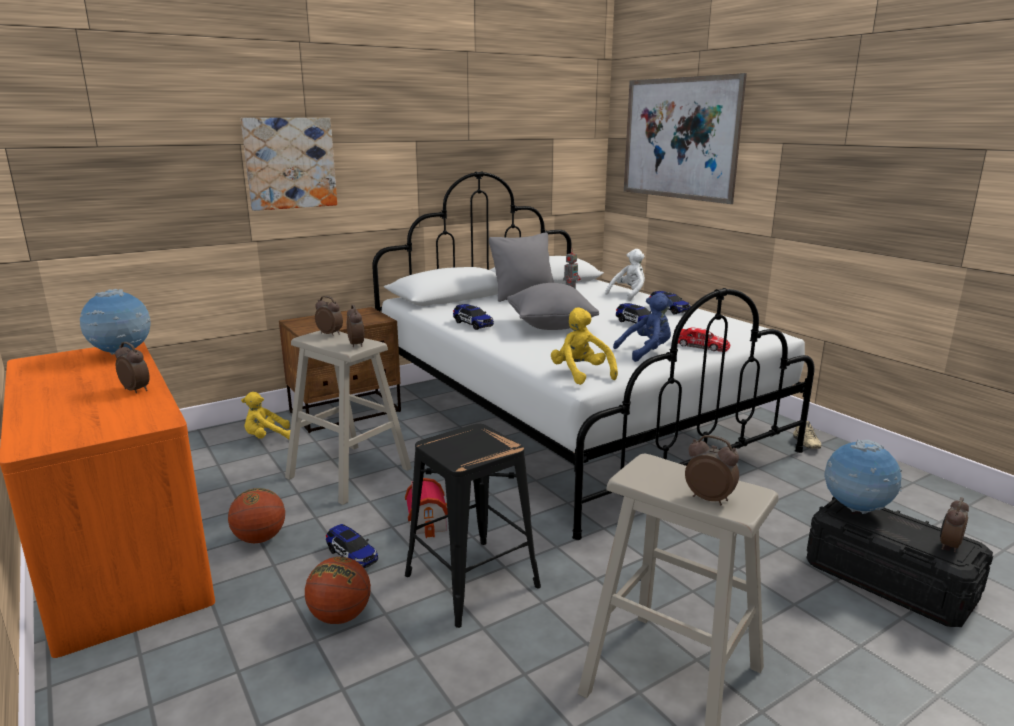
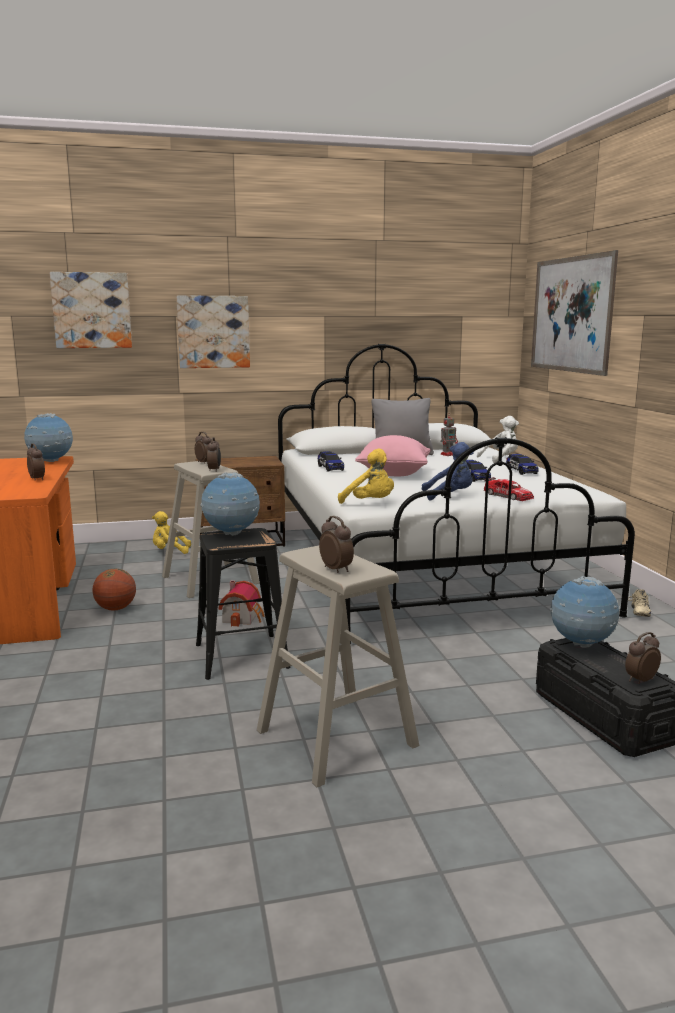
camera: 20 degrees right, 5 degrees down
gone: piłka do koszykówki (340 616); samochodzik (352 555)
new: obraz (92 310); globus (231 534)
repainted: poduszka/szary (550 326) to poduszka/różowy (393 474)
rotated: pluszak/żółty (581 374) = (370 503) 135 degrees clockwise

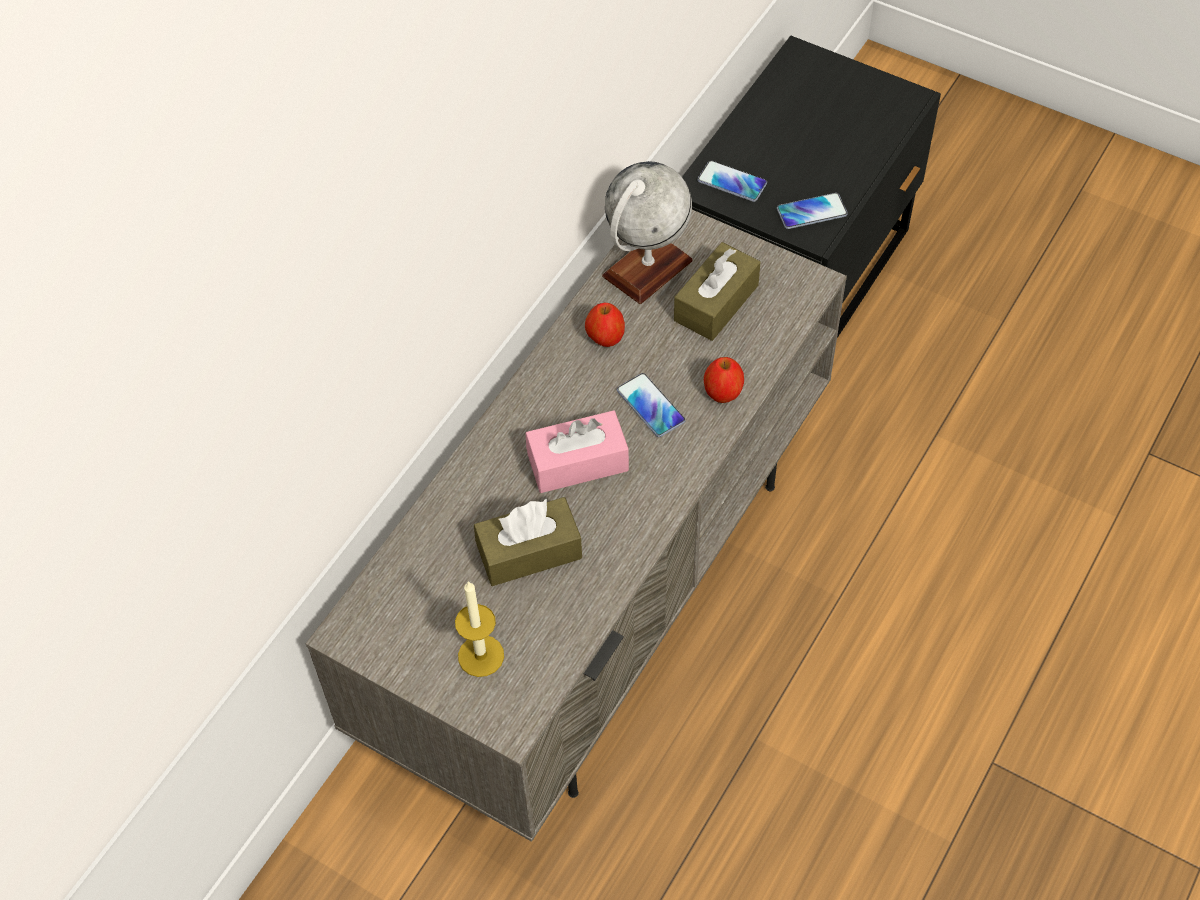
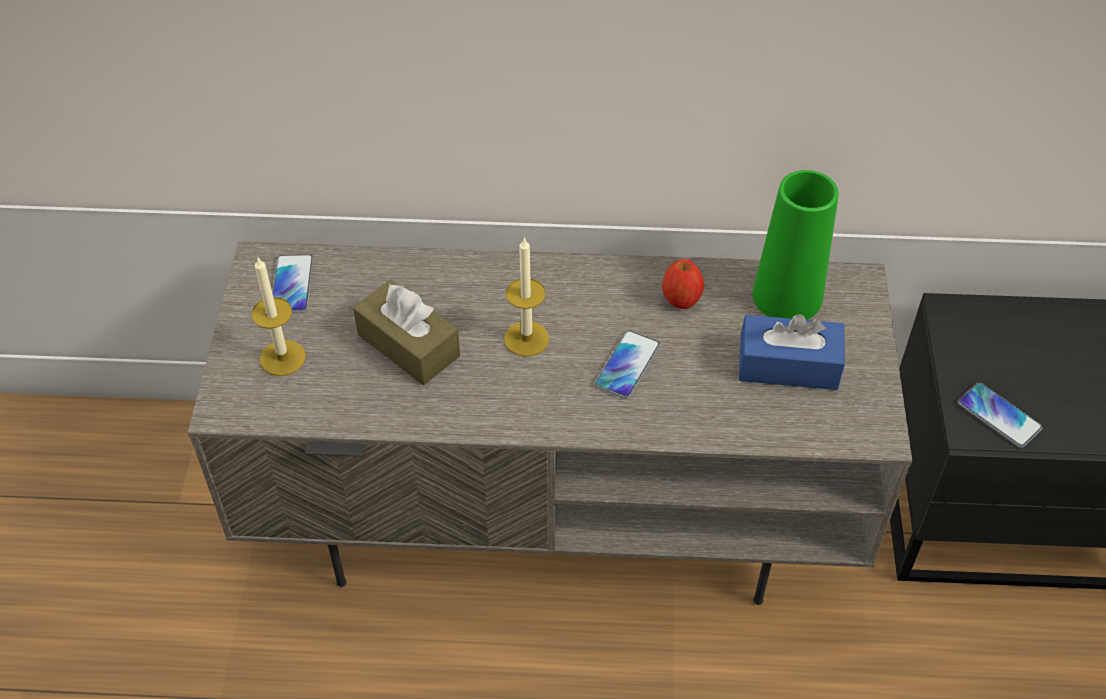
camera: 60 degrees right, 5 degrees down
gone: jabłko (723 393)
shifted: telefon (732 182) to (292 285)
swapped: pudełko chusteczek/różowy (578 462) to świeca (526 338); globus (647 268) to wazon/zielony (787 296)
repainted: pudełko chusteczek/brązowy (716 303) to pudełko chusteczek/niebieski (788 365)

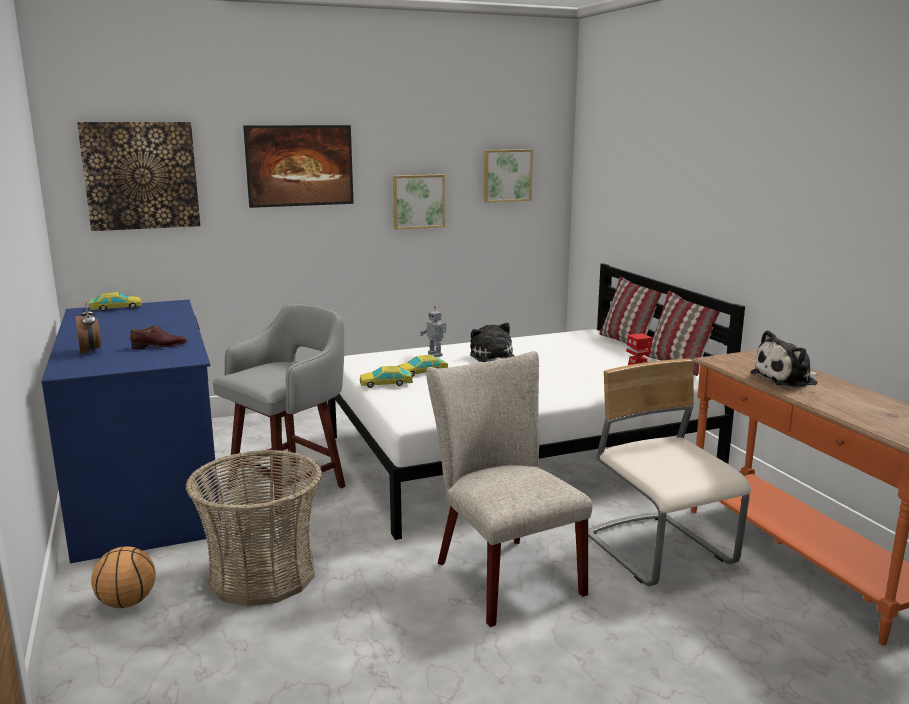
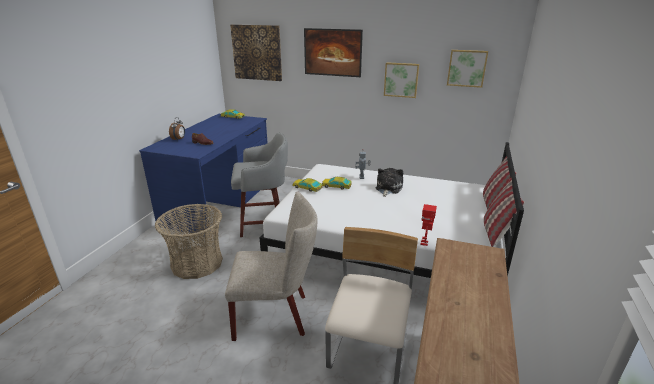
camera: 40 degrees right, 10 degrees up
gone: piłka do koszykówki (126 602); pluszak (787 379)
rotated: krzesło/beżowy (501 574) = (276 315) 75 degrees clockwise

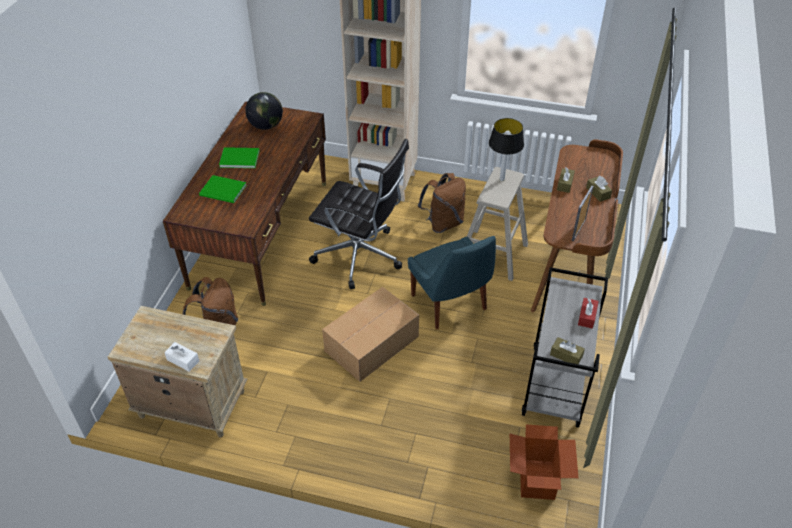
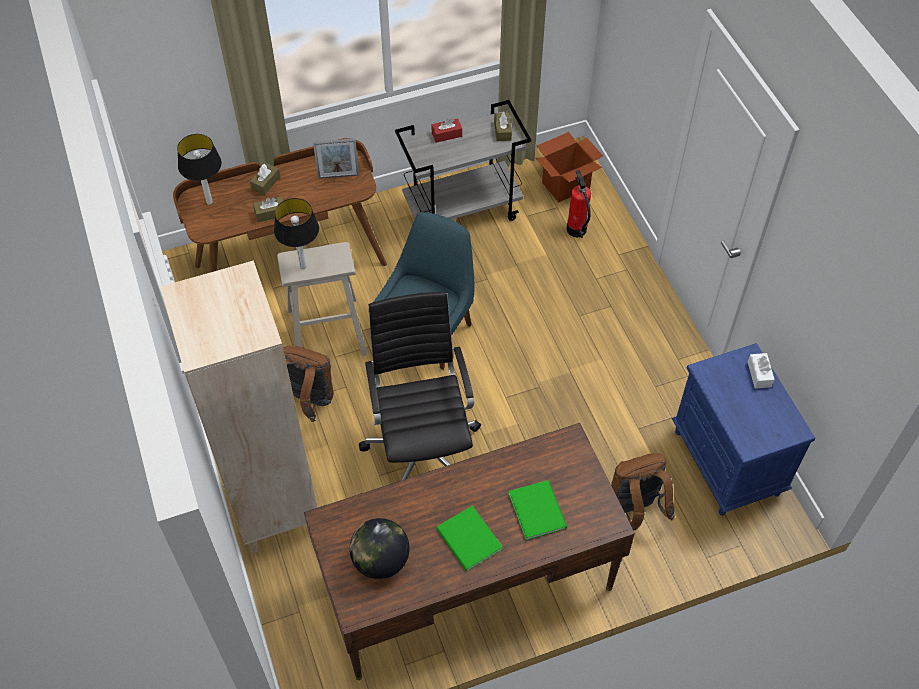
camera: 125 degrees left, 10 degrees up
gone: karton (370 344)
new: lampa stołowa (209 202); gaśnica (576 229)
repainted: szafka nocna/beżowy (191 404) to szafka nocna/niebieski (727 463)

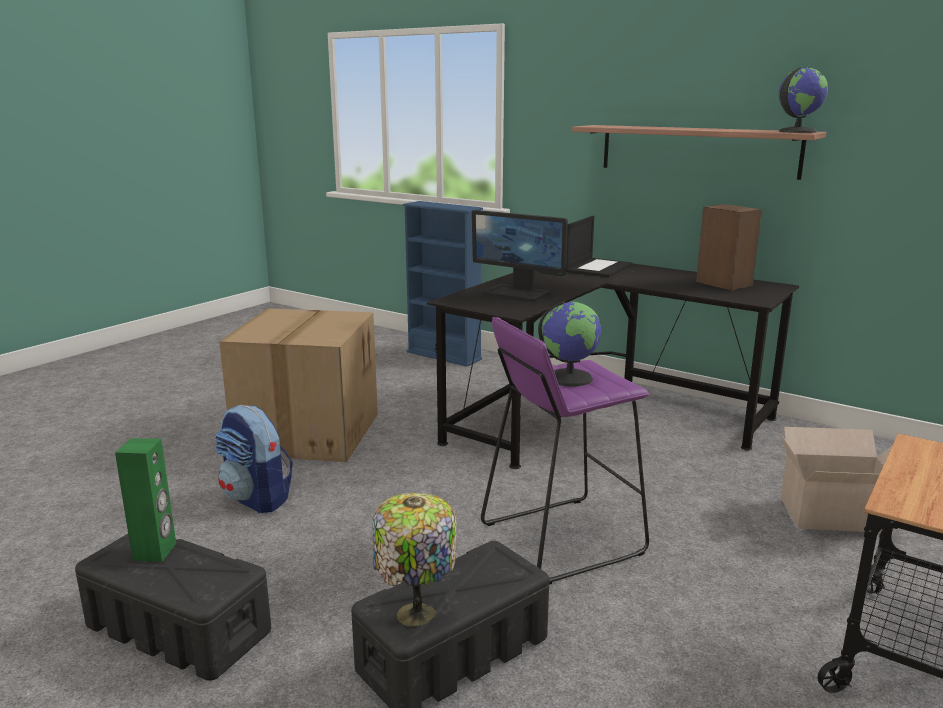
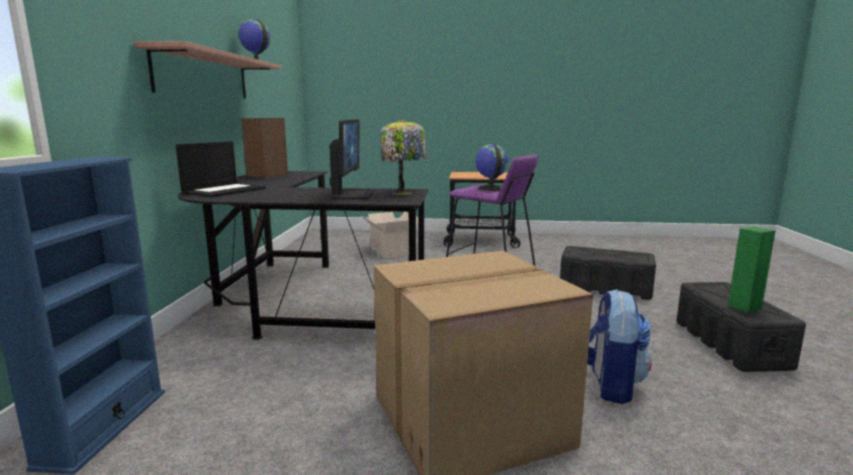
camera: 120 degrees left, 5 degrees down
shifted: lampa stołowa (415 616) to (403 193)
rotated: laptop (598 268) = (224 190) 120 degrees clockwise

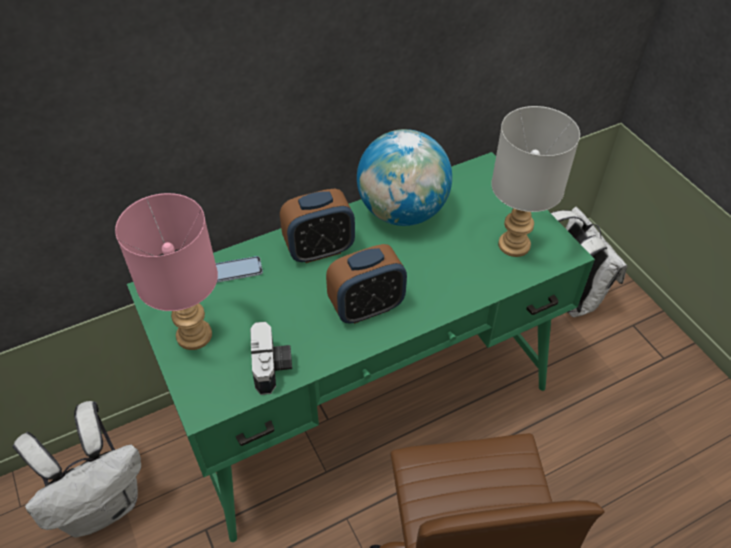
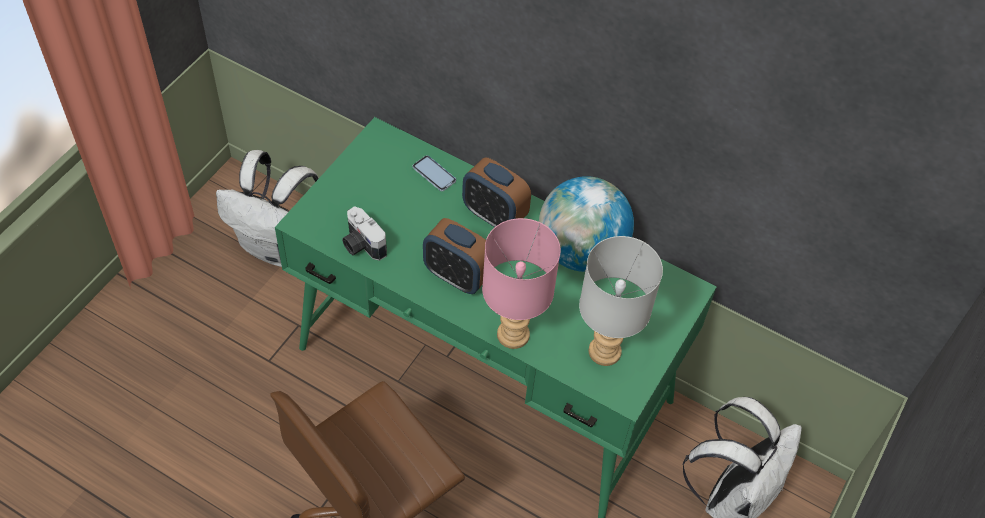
camera: 55 degrees right, 5 degrees up
shifted: lampa stołowa/różowy (194 336) to (512 335)
rotated: aparat fotograficzny (273 367) = (361 245) 90 degrees clockwise

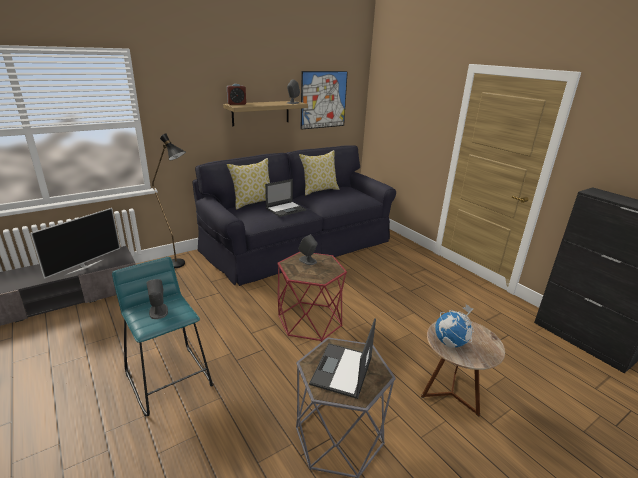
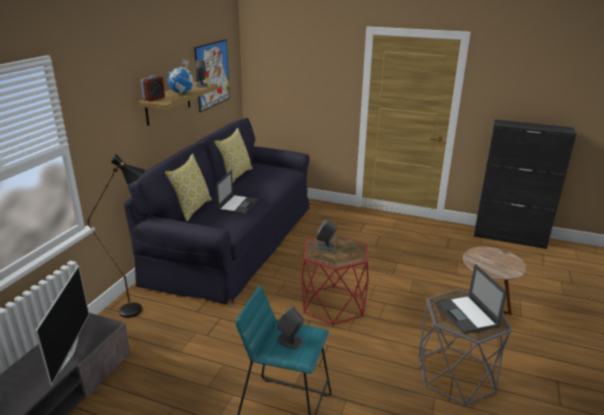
camera: 35 degrees left, 0 degrees up
shifted: globus (451 343) to (182 93)

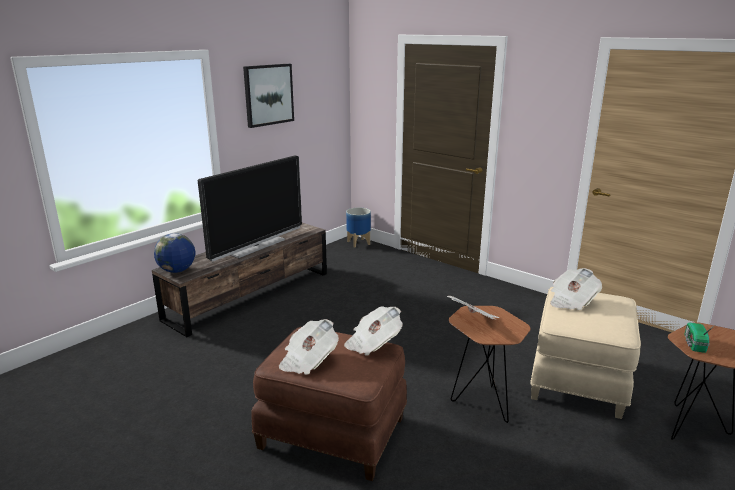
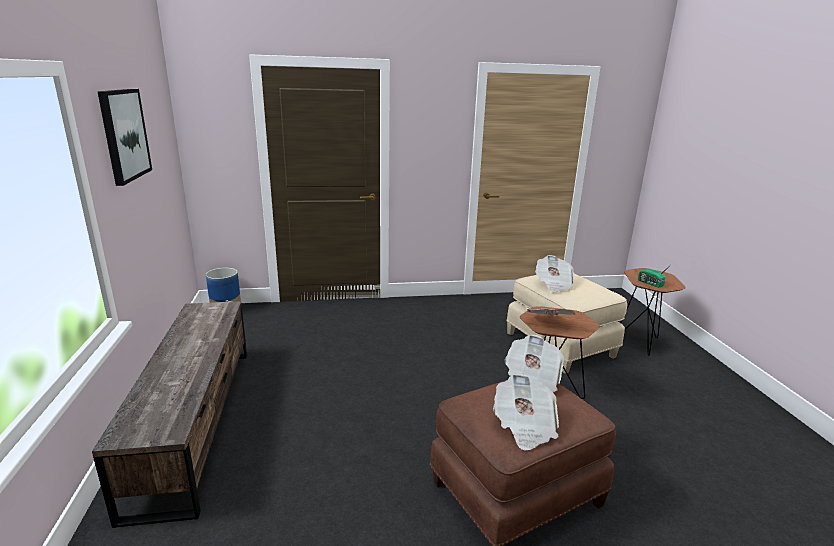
camera: 50 degrees left, 0 degrees up
gone: globus (177 271); telewizor (256 246)

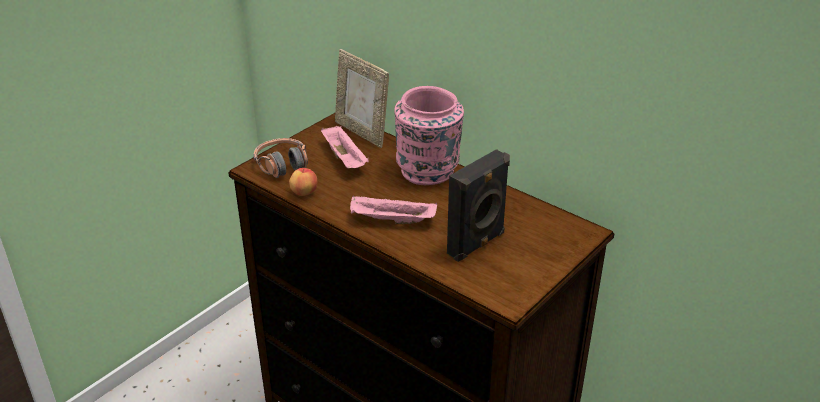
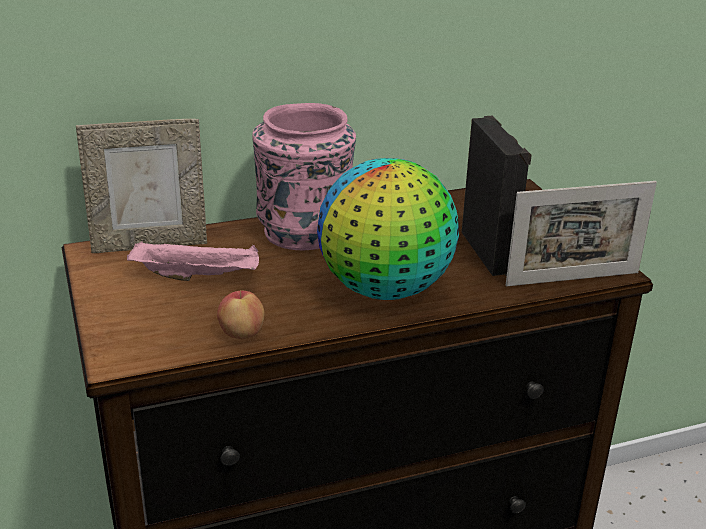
camera: 60 degrees left, 5 degrees down
gone: słuchawki (282 165)
new: ramka na zdjęcie (572 279)
swapped: taca/różowy (391 220) to globus (386 289)

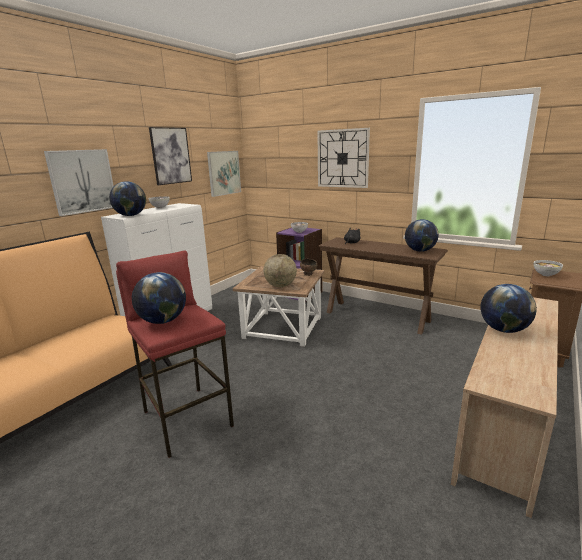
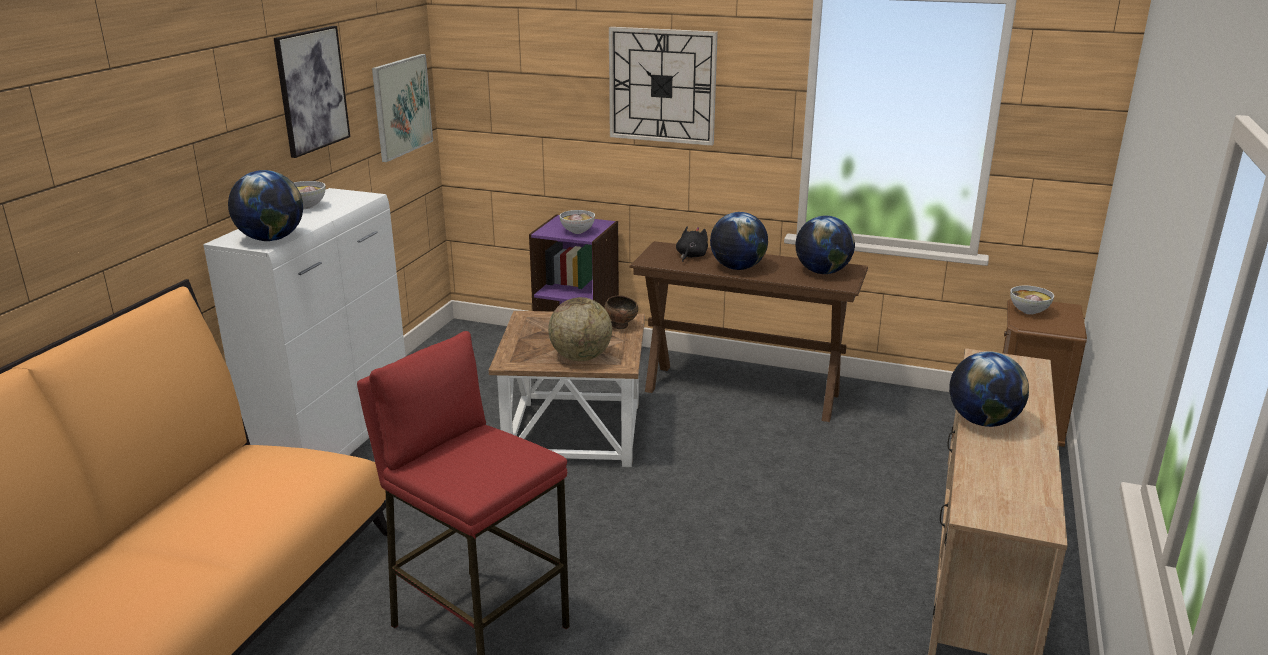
camera: 15 degrees left, 5 degrees up
gone: obraz (82 181)
shifted: globus (162 321) to (737 268)

